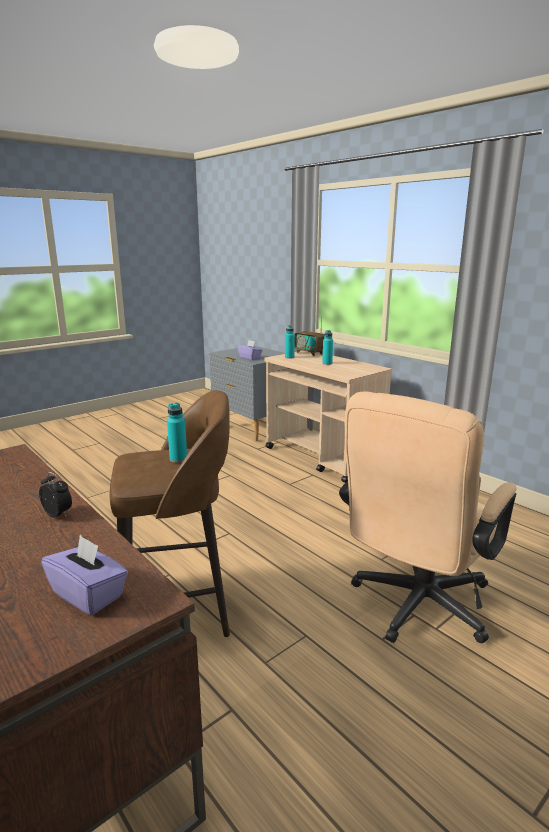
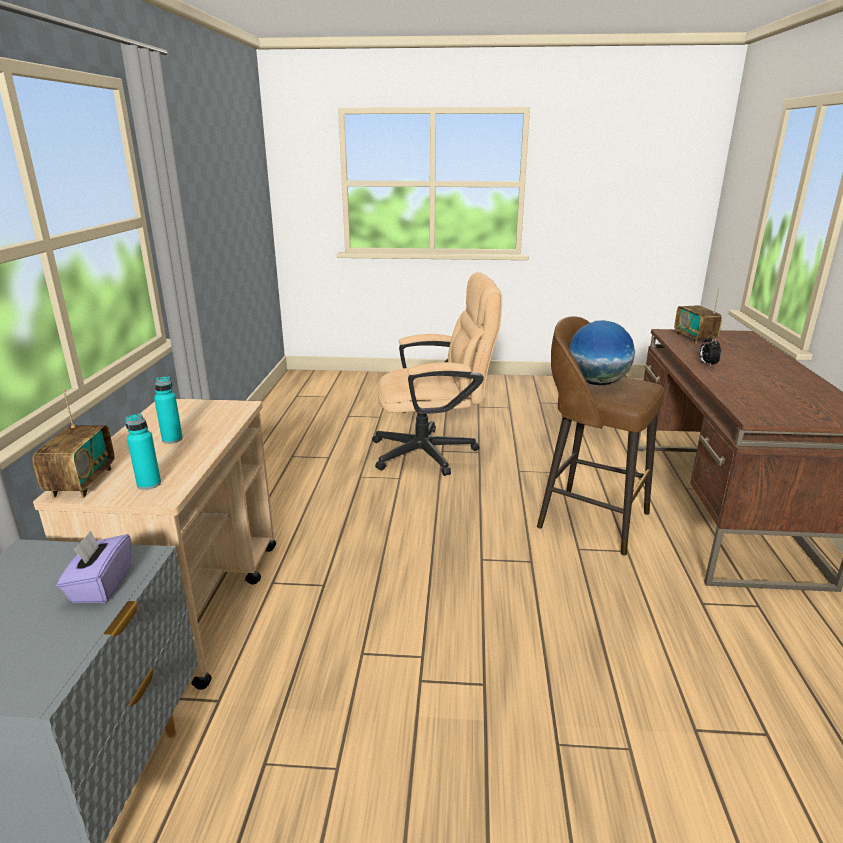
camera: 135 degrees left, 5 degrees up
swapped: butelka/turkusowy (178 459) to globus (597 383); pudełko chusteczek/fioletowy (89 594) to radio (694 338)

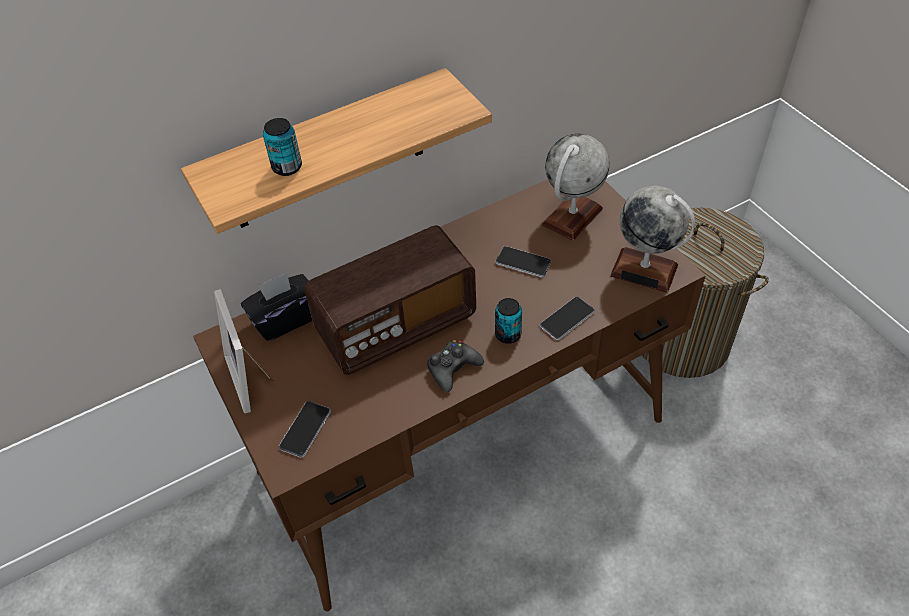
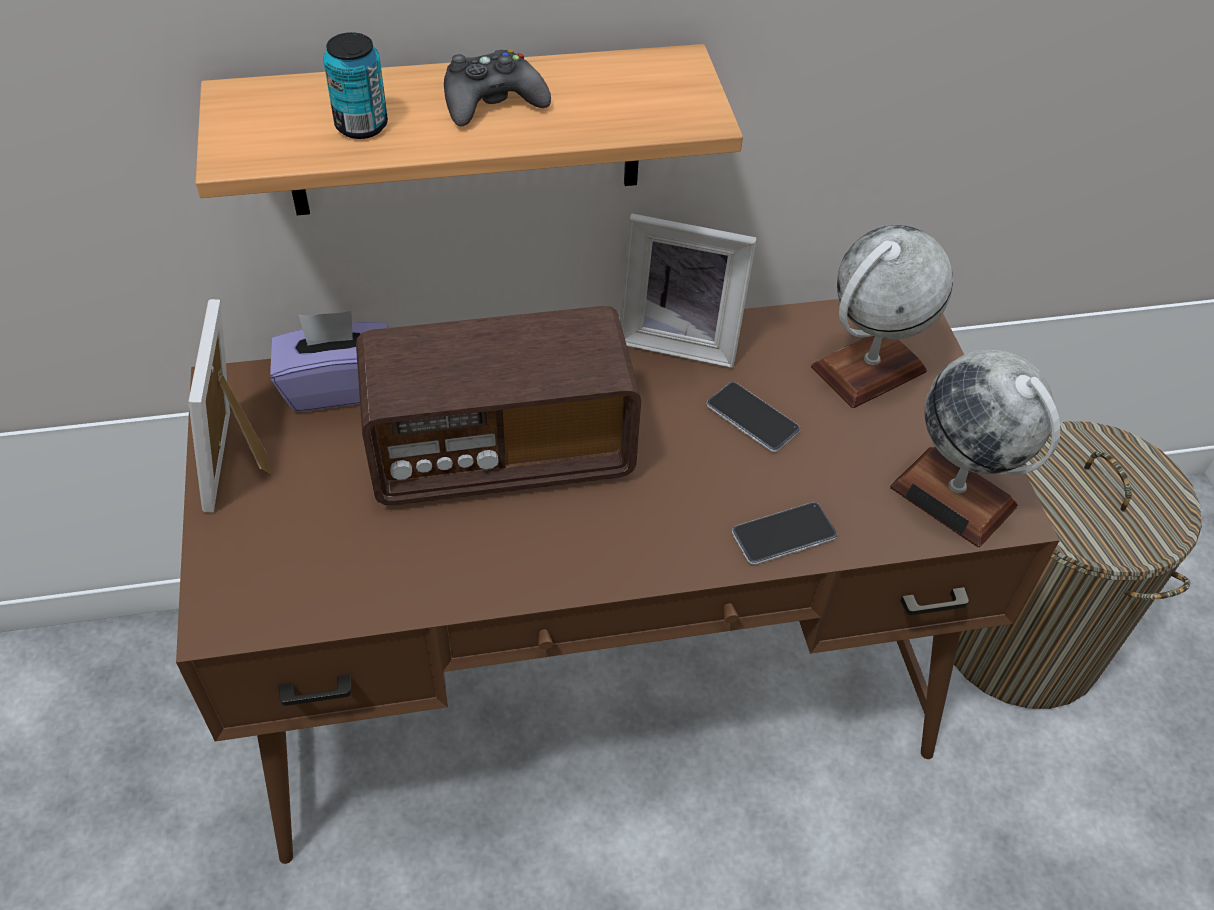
camera: 15 degrees right, 0 degrees up
gone: telefon (305 429); puszka (508 334)
new: ramka na zdjęcie (680 338)
shifted: pad do gier/czarny (453 368) to (492 102)
repainted: pudełko chusteczek/czarny (286 318) to pudełko chusteczek/fioletowy (338 386)

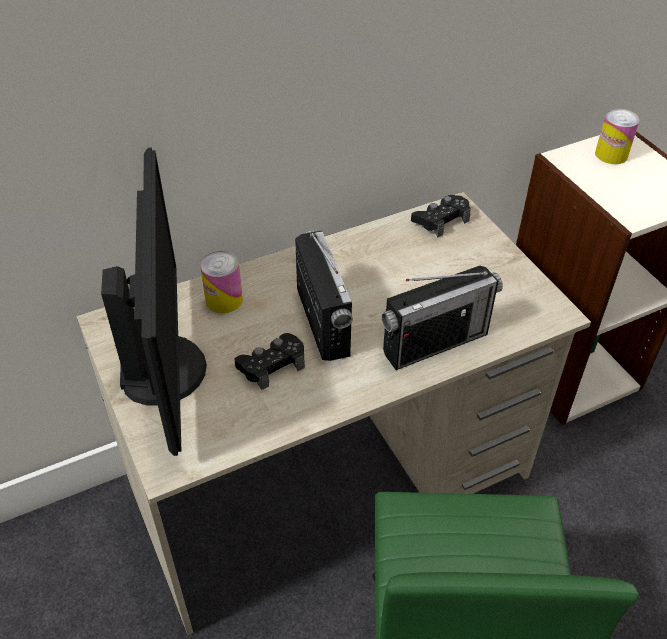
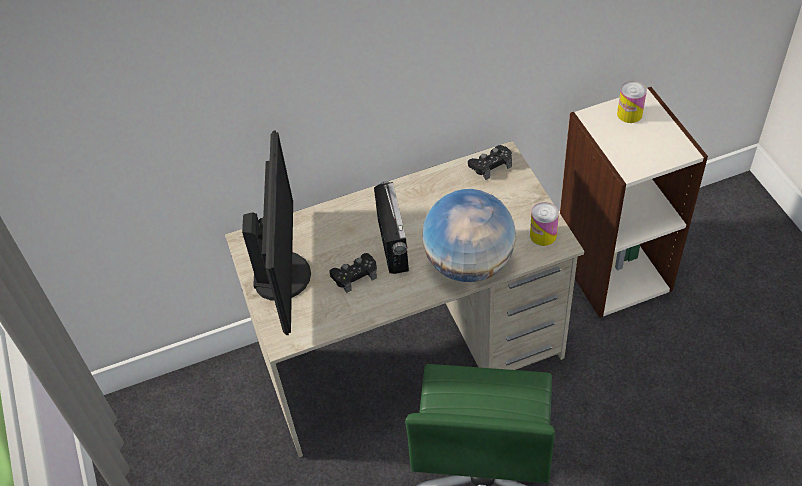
camera: 10 degrees right, 5 degrees up
shifted: puszka (224 300) to (543 235)
swapped: radio (435 343) to globus (469 263)

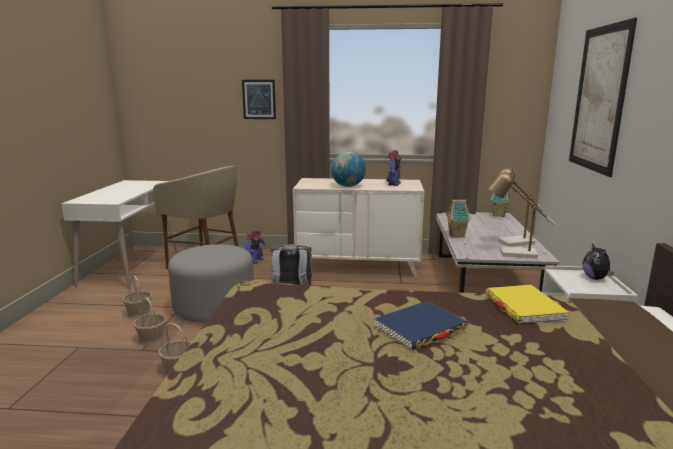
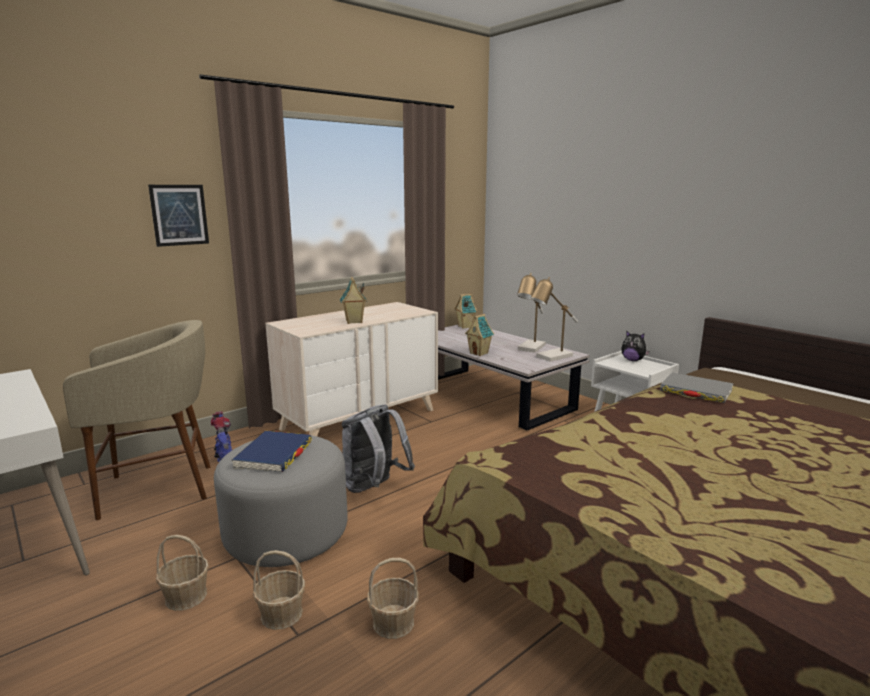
camera: 45 degrees left, 0 degrees up
gone: robot zabawkowy (393 184); obraz (599 99)
shifted: książka/niebieski (420 328) to (274 454)
swapped: globus (348 186) to domek (354 322)
repainted: książka/żółty (524 307) to książka/szary (695 391)

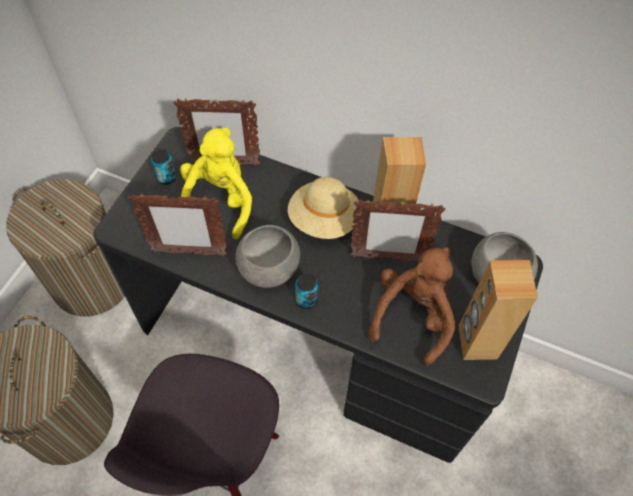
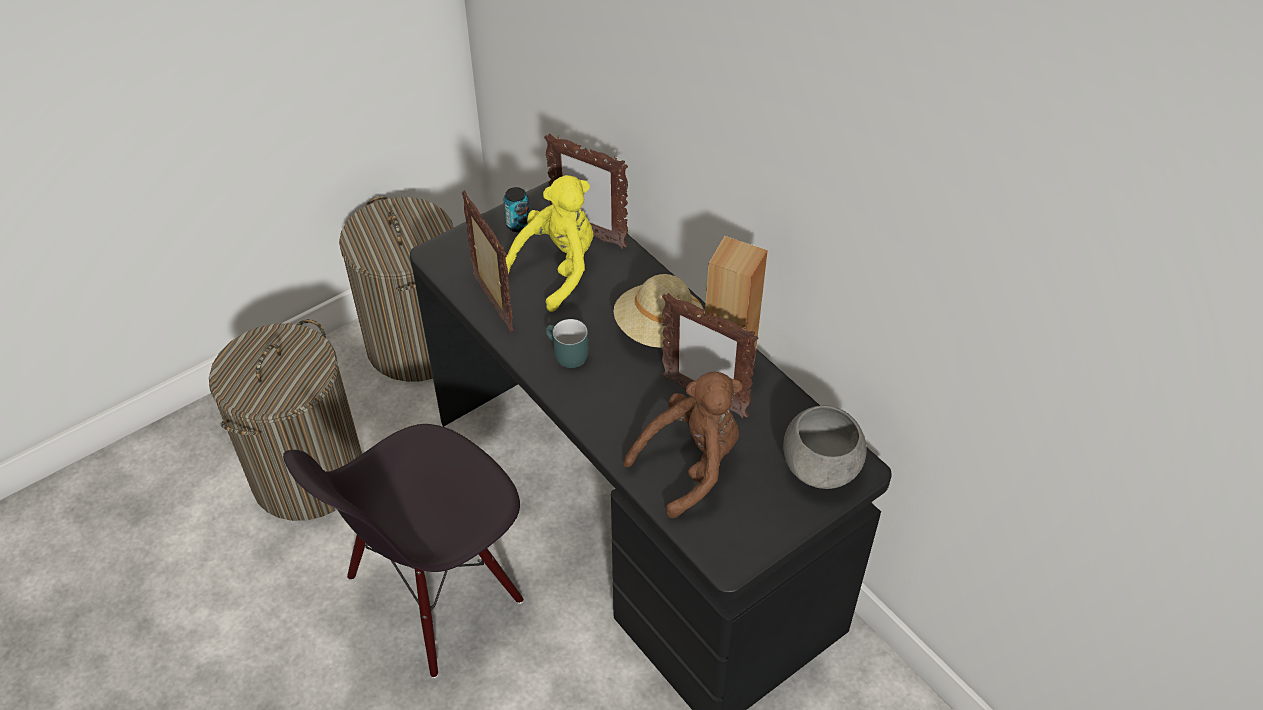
camera: 30 degrees right, 10 degrees down
gone: puszka (306 300); głośnik/brązowy (476 342)
swapped: miska/szary (270 270) to kubek/turkusowy (565 355)
rotated: ramka na zdjęcie (189 253) = (492 305) 150 degrees counterclockwise

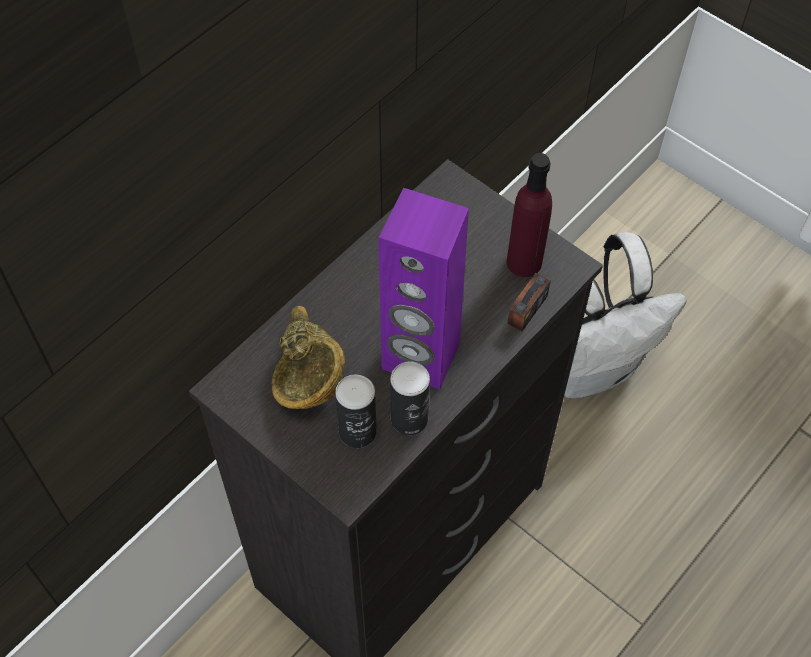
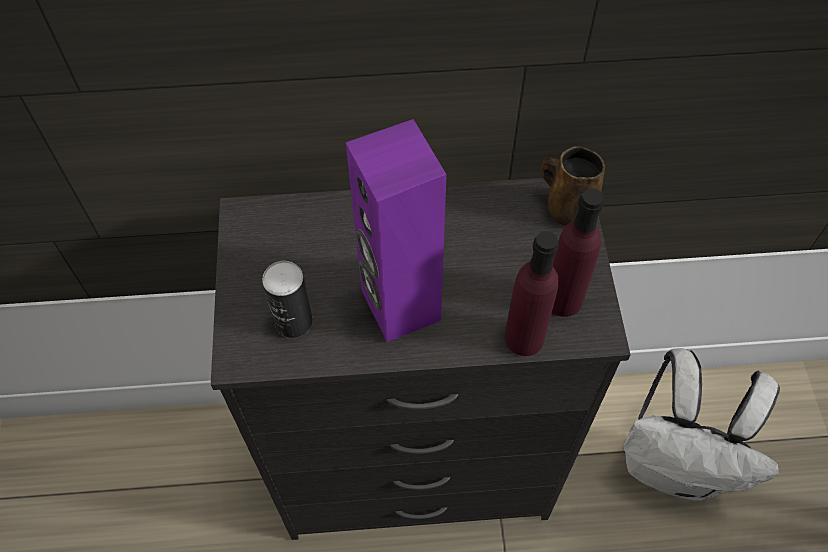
camera: 45 degrees right, 0 degrees up
gone: miska/brązowy (303 369); puszka (409 419)
new: kubek/brązowy (567 208)
swapped: radio (527 309) to butelka/fioletowy (524 338)

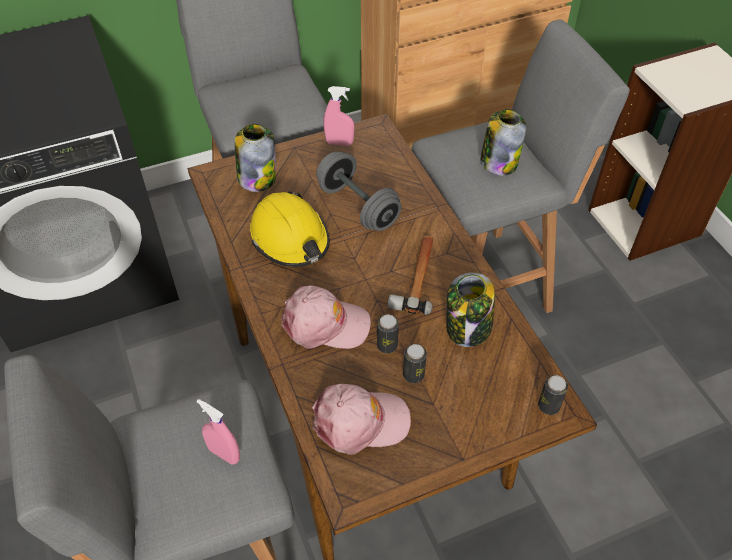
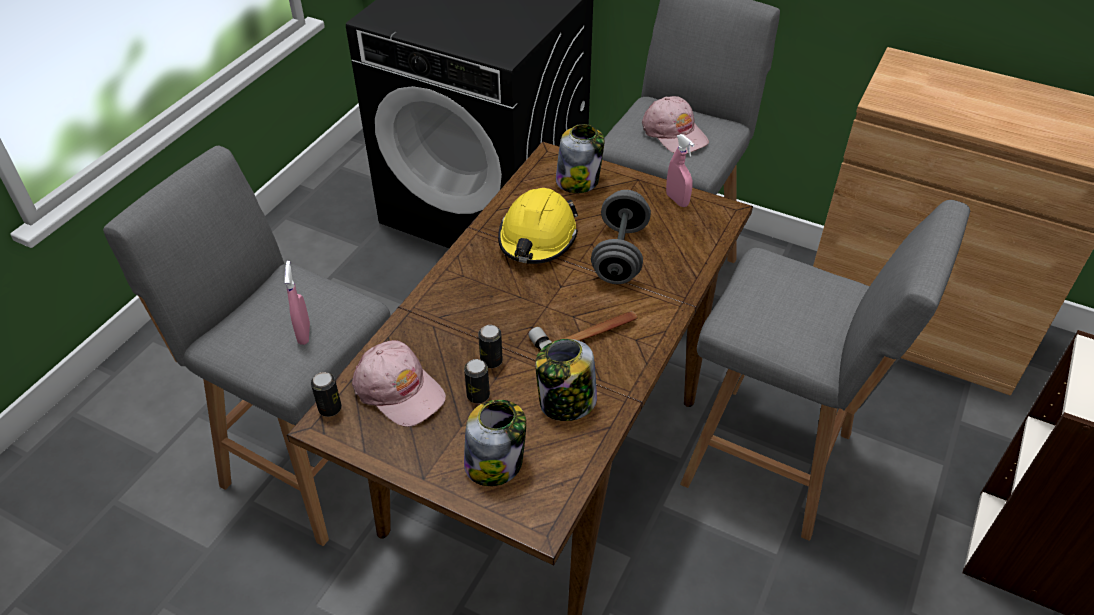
camera: 50 degrees right, 5 degrees down
shifted: puszka (548 406) to (330 408); słoik (498 162) to (495 463); czapka z daszkiem/różowy (325 324) to (674 133)

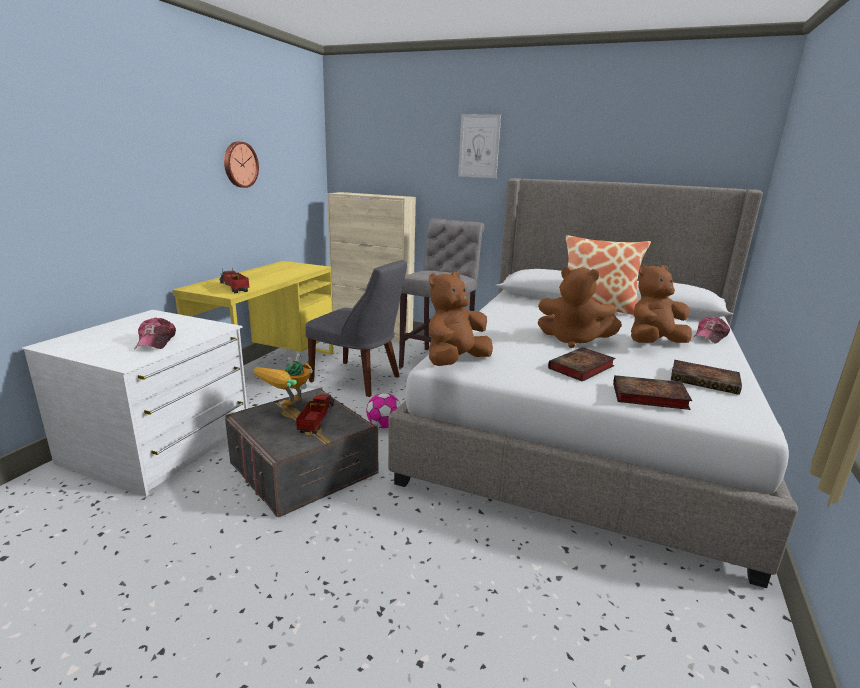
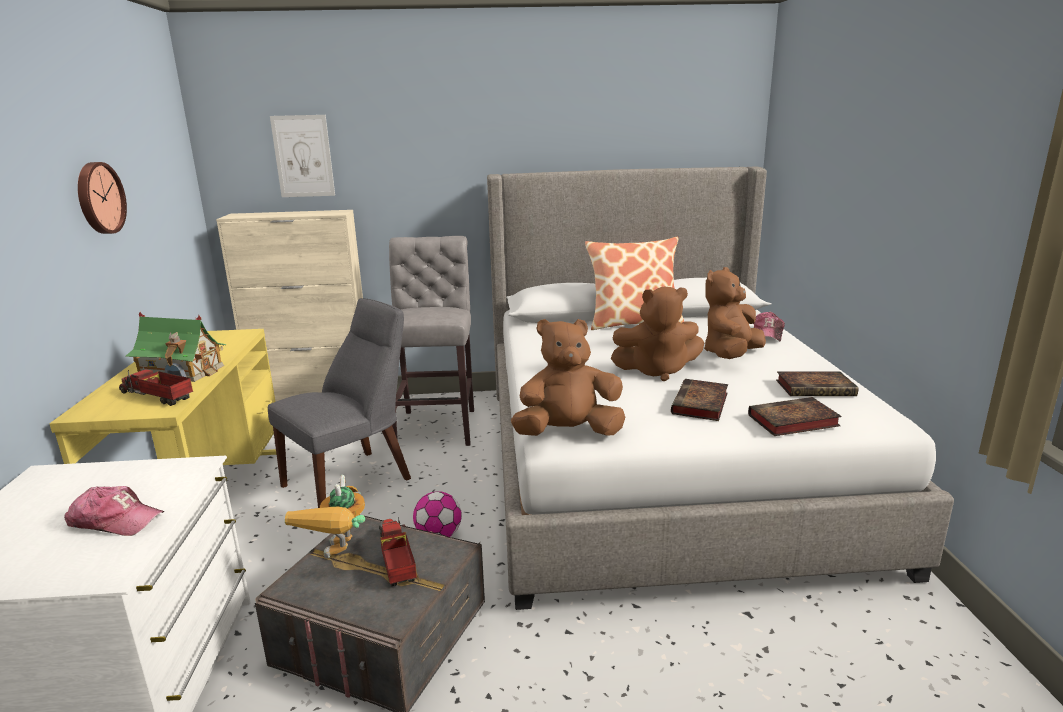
camera: 25 degrees left, 0 degrees up
new: domek (181 371)
shifted: obraz (479 146) to (303 156)
rotated: czapka z daszkiem (156 341) = (115 521) 45 degrees counterclockwise; krzesło/szary (359 380) = (352 480) 45 degrees counterclockwise; pluszak/brązowy (455 362) = (568 433) 60 degrees clockwise

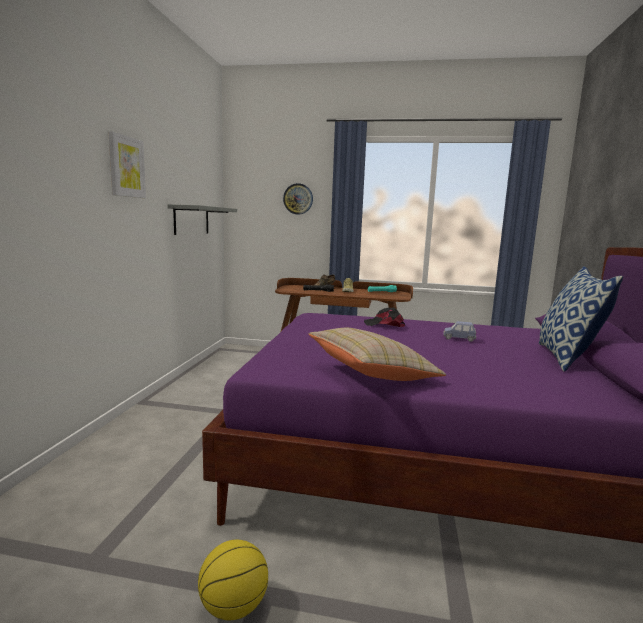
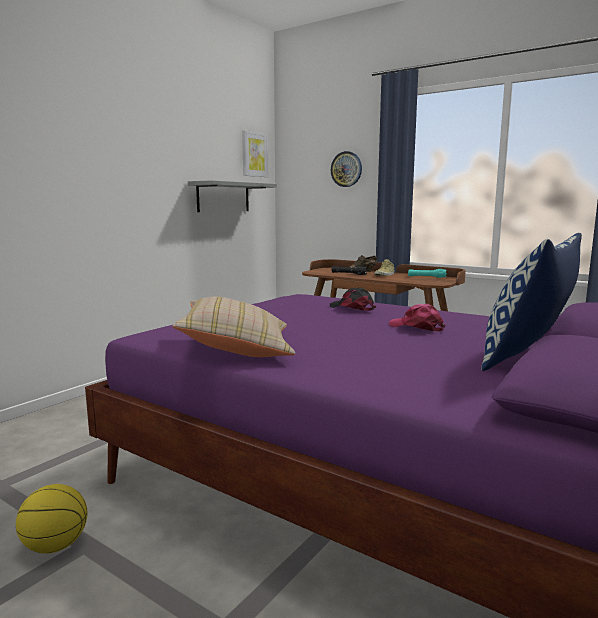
camera: 25 degrees right, 0 degrees up
shifted: obraz (126 167) to (254 154)
swapped: samochodzik/niebieski (459 338) to czapka z daszkiem/różowy (417 327)

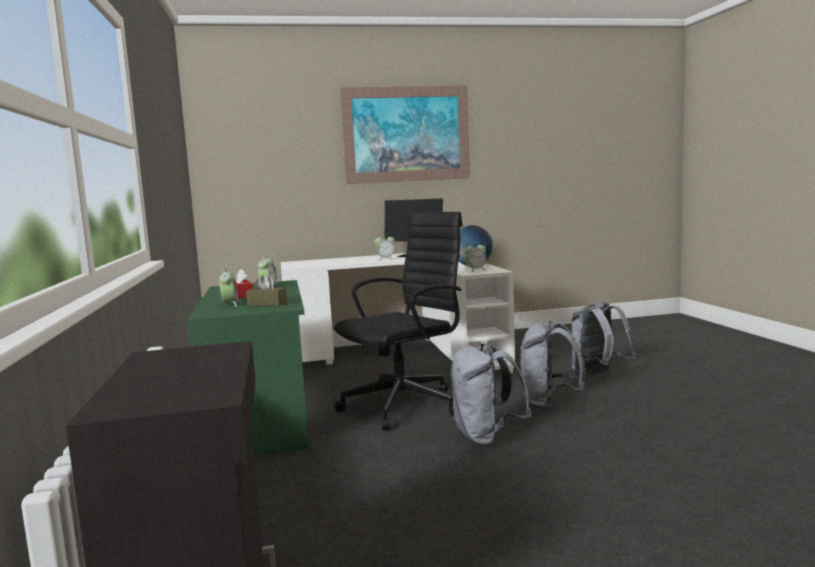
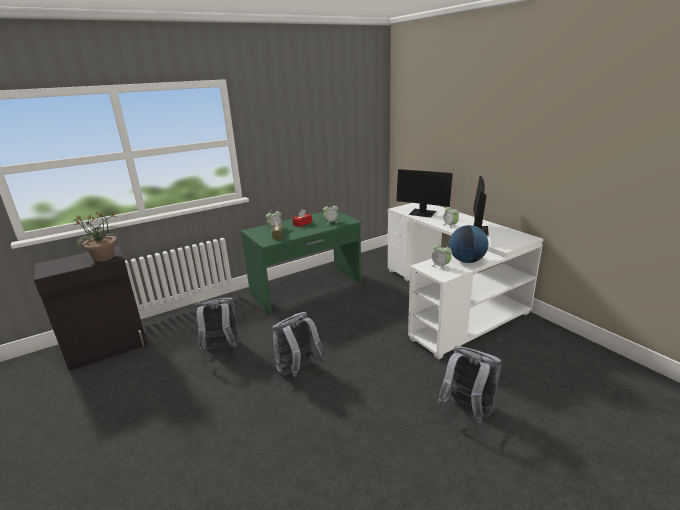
camera: 70 degrees right, 15 degrees up
gone: krzesło biurowe/czarny (405 405); obraz (406 134)
new: roślina doniczkowa (104 258); monitor (422 213)
shifted: plecak/szary (549 403) to (222 349)

